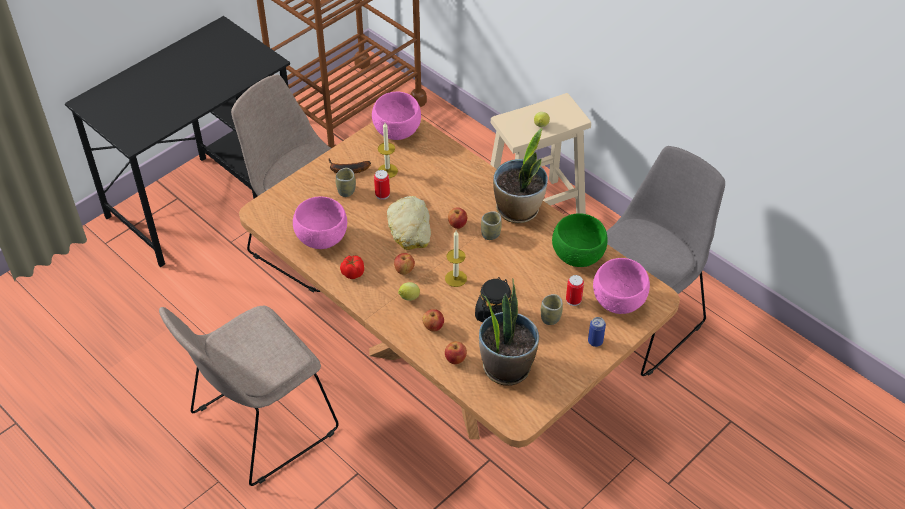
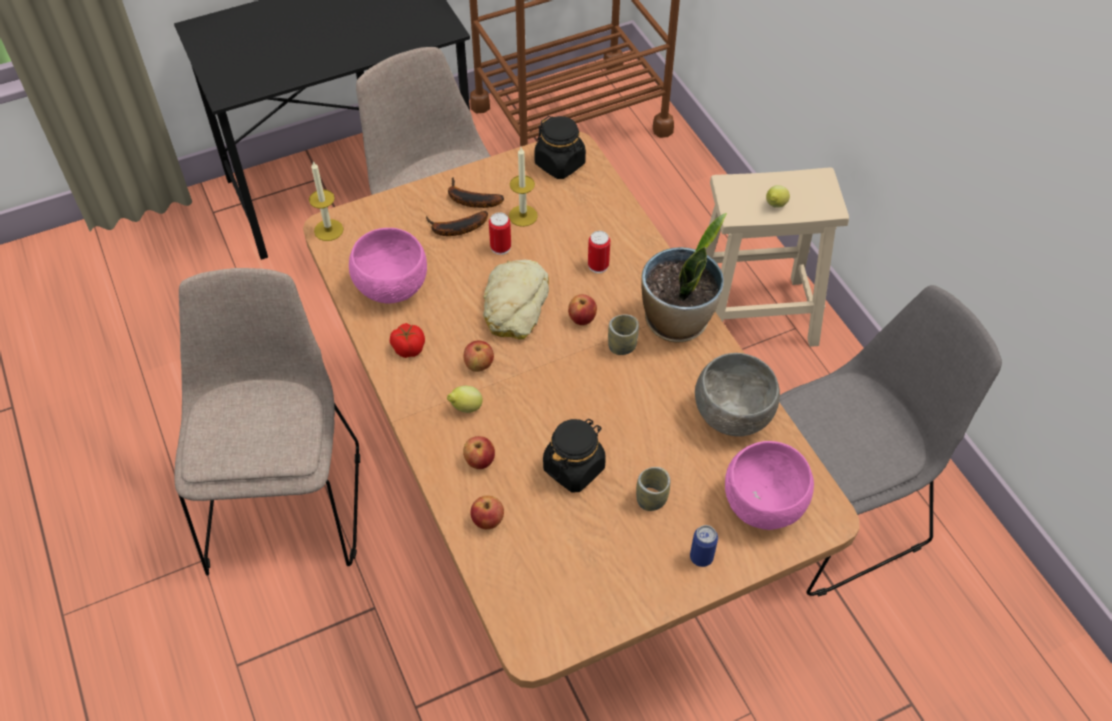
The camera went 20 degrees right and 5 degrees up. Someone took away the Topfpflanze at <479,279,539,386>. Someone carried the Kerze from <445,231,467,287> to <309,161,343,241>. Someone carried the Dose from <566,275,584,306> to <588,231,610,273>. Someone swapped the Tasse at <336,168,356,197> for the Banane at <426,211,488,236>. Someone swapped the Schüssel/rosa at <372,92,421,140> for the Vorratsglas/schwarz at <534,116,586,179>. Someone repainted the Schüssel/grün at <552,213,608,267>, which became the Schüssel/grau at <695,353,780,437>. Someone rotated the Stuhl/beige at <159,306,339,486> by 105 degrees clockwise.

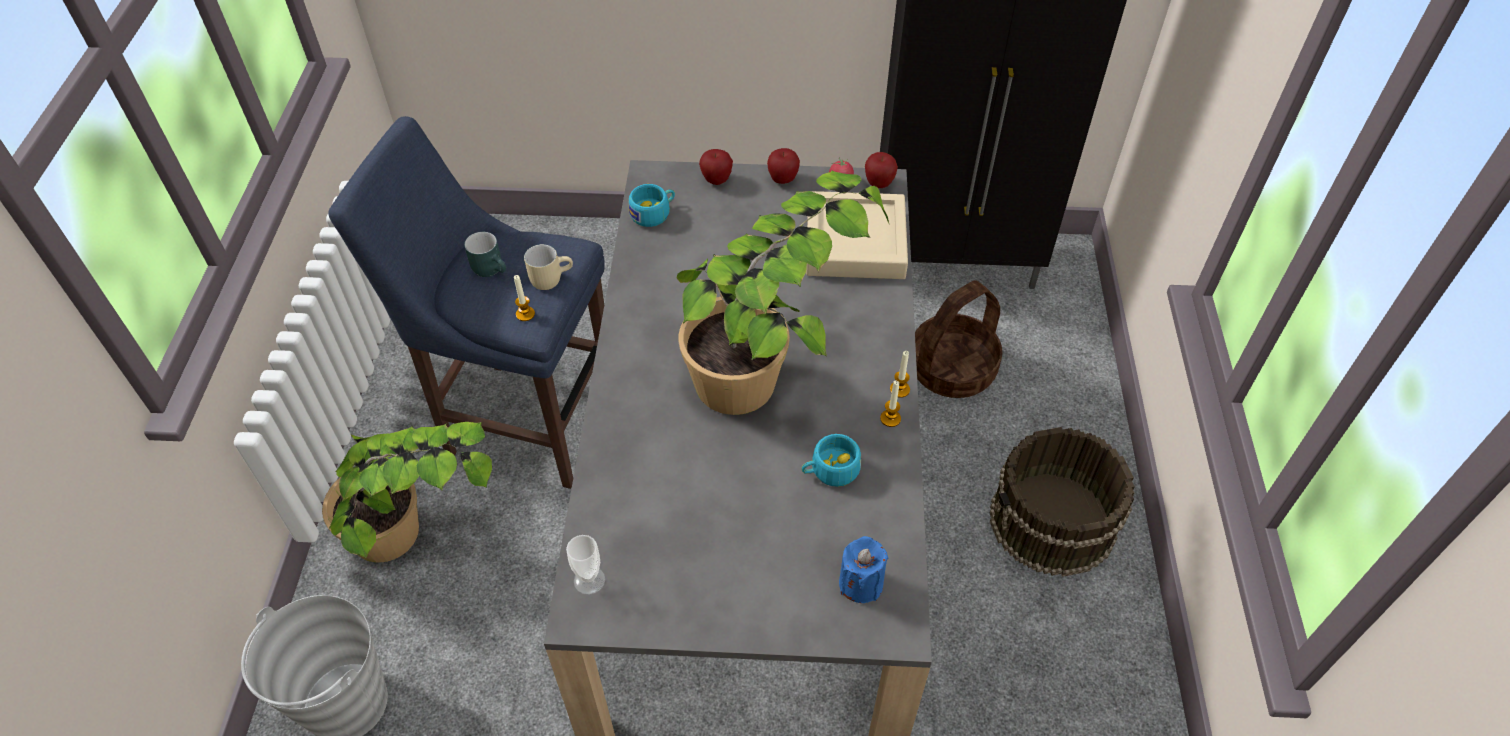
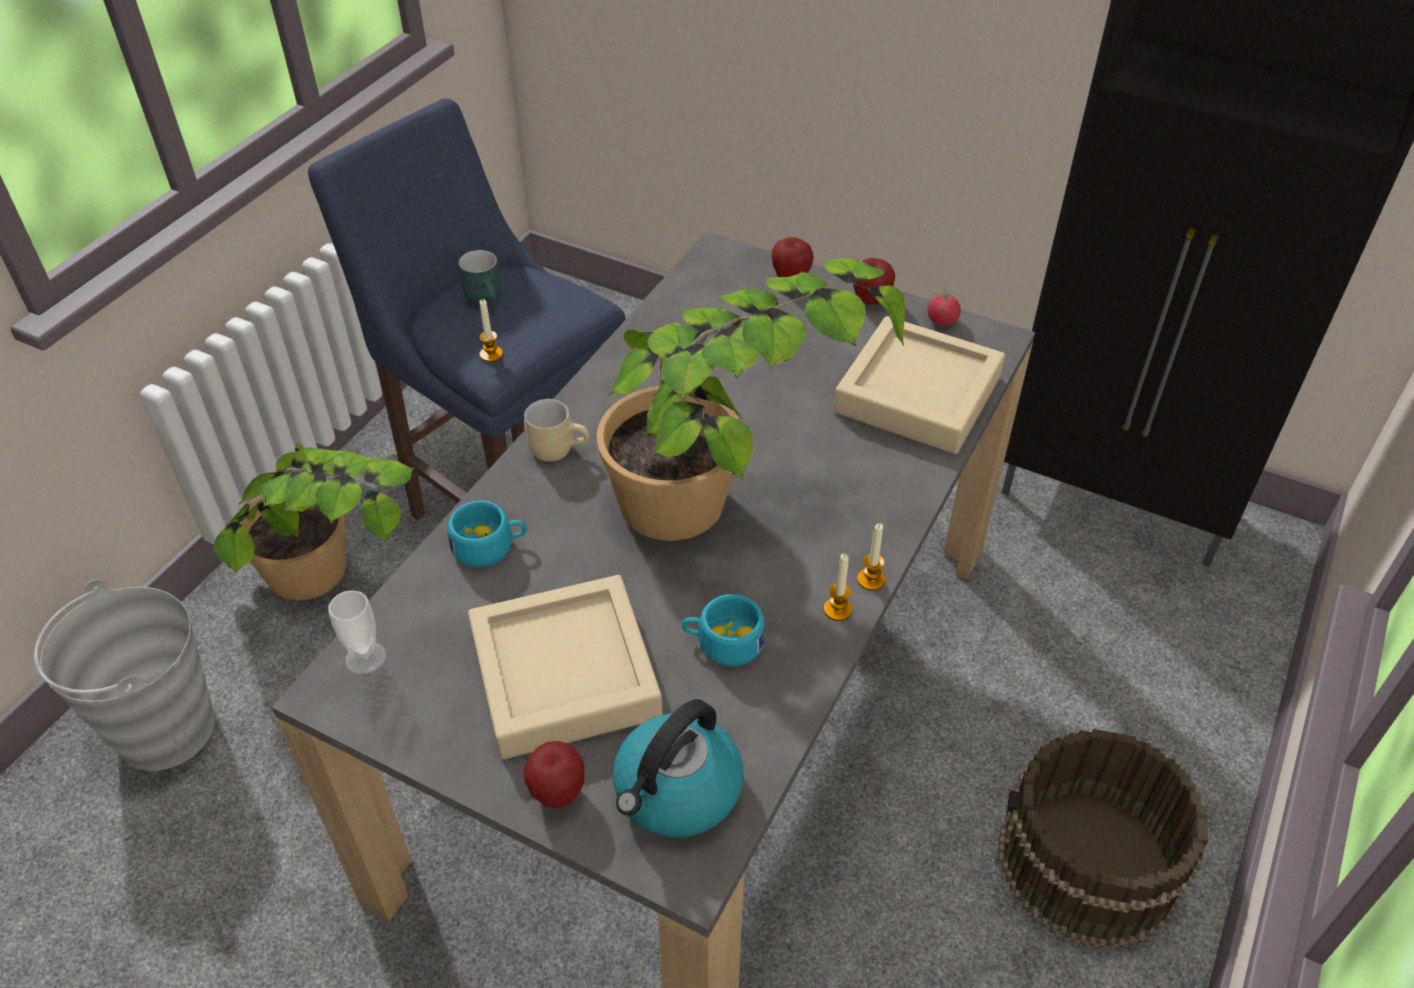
The camera went 25 degrees right and 5 degrees down. Someone took away the Korb at <915,281,1003,398>. Someone put down the Tablett/beige at <468,575,663,759>. Someone carried the Henkelbecher/beige from <524,244,573,290> to <524,399,589,462>. Someone carried the Tasse/türkis from <629,184,675,227> to <448,501,527,567>. Someone carried the Apfel from <865,152,898,188> to <524,741,584,808>. Someone swapped the Kerze/blau at <839,536,888,603> for the Wasserkessel at <613,699,744,837>.

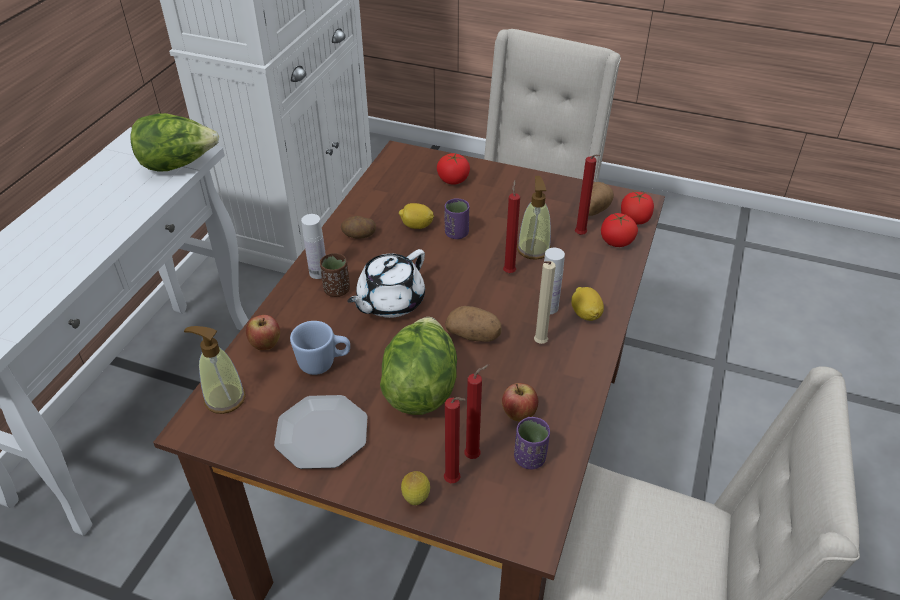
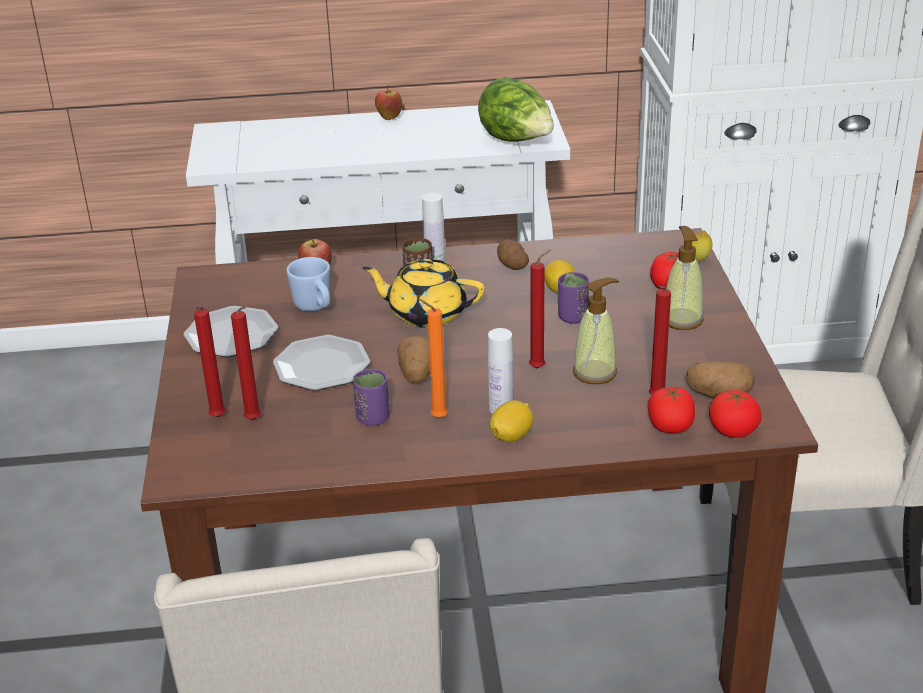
The camera went 65 degrees right and 10 degrees down. Someone carried the Seifenspender from <184,326,246,414> to <666,226,704,330>. Someone carried the Zitrone from <401,471,430,505> to <692,230,713,262>. Someone carried the Apfel from <502,383,539,421> to <375,85,402,120>. Someone carried the Tasse/lila from <514,417,550,469> to <353,369,390,426>. Someone swapped the Salatkopf at <380,317,457,415> for the Teller at <273,335,370,391>. Someone repainted the Teekanne/weiß at <347,249,425,318>, which became the Teekanne/gelb at <362,259,484,328>. Someone repainted the Kerze/beige at <534,261,556,344>, which became the Kerze/orange at <419,299,448,418>.

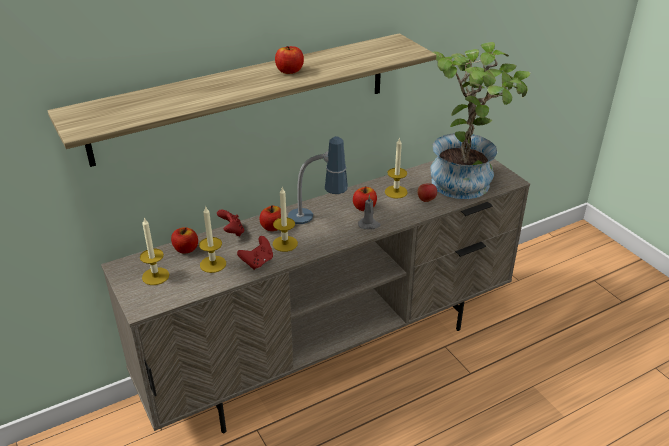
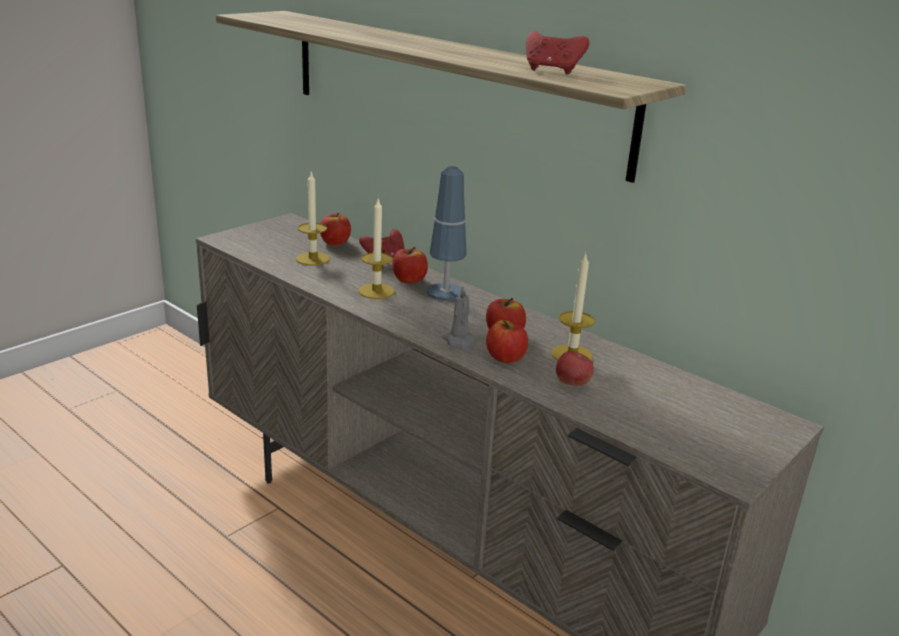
The camera went 70 degrees right and 10 degrees down. Someone took away the Kerze at <140,217,169,285>. Someone took away the Topfpflanze at <430,42,531,199>. Someone carried the Gamepad/rot from <237,236,273,270> to <526,31,589,75>. Someone carried the Apfel from <275,46,304,74> to <486,320,528,363>.

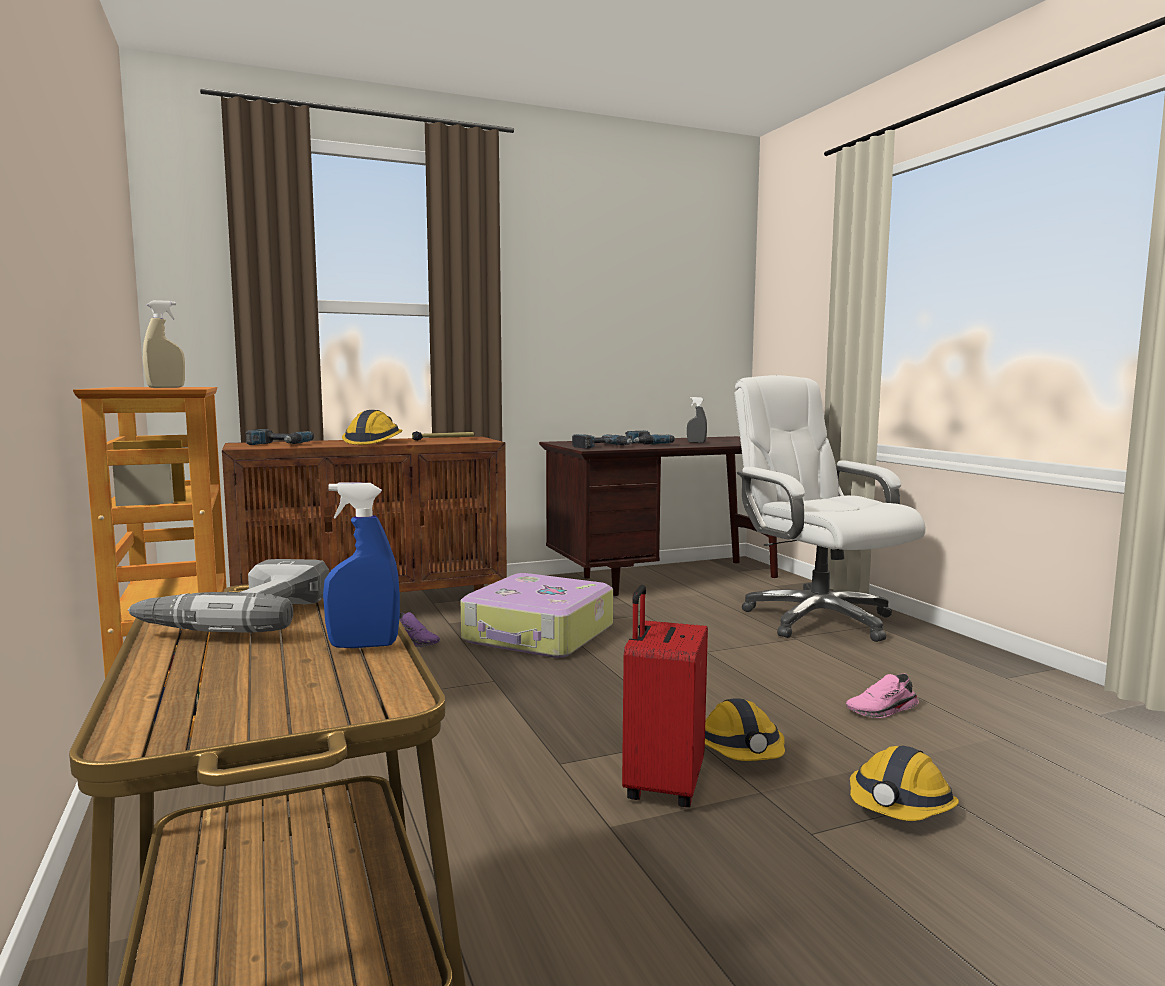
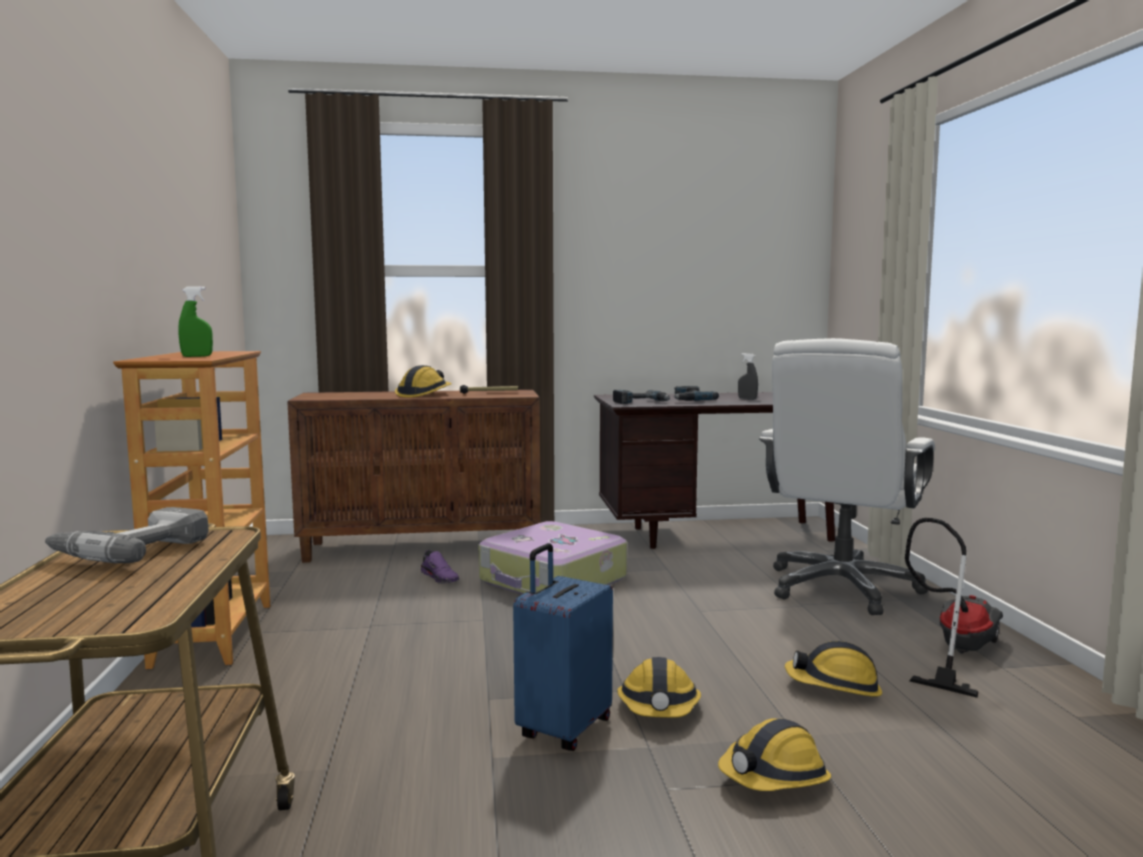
The camera went 15 degrees right and 0 degrees up. Someone took away the Bohrmaschine at <245,429,314,445>. Someone took away the Sprühflasche/blau at <323,483,400,648>. Someone put down the Staubsauger at <905,518,1003,698>. Someone swapped the Schuh/rosa at <846,674,919,718> for the Schutzhelm at <785,641,882,697>. Someone repainted the Sprühflasche/beige at <143,300,185,388>, which became the Sprühflasche/grün at <178,286,213,357>. Someone repainted the Koffer/rot at <622,585,708,807>, which became the Koffer/blau at <513,543,613,751>. Someone rotated the Bürostuhl/weiß at <735,375,926,642> by 135 degrees counterclockwise.

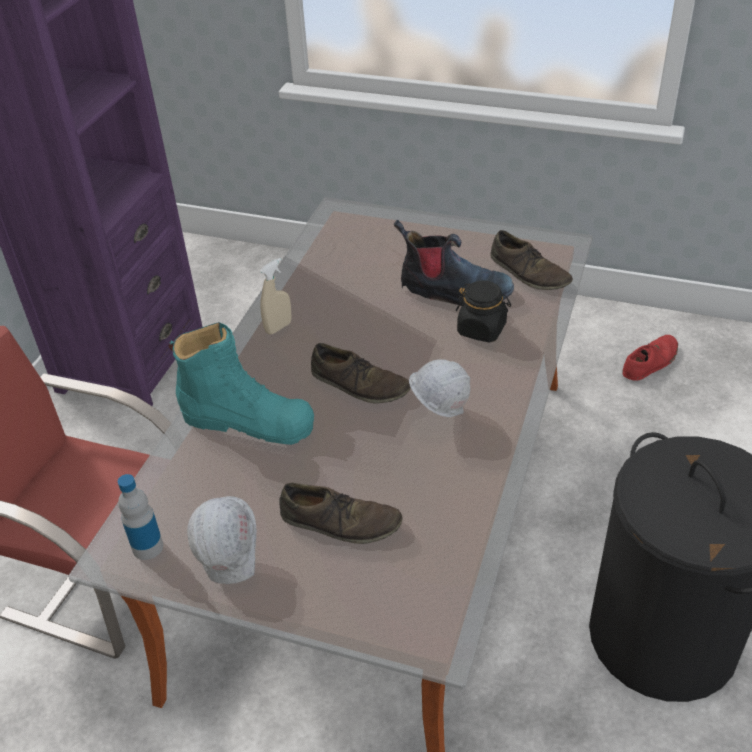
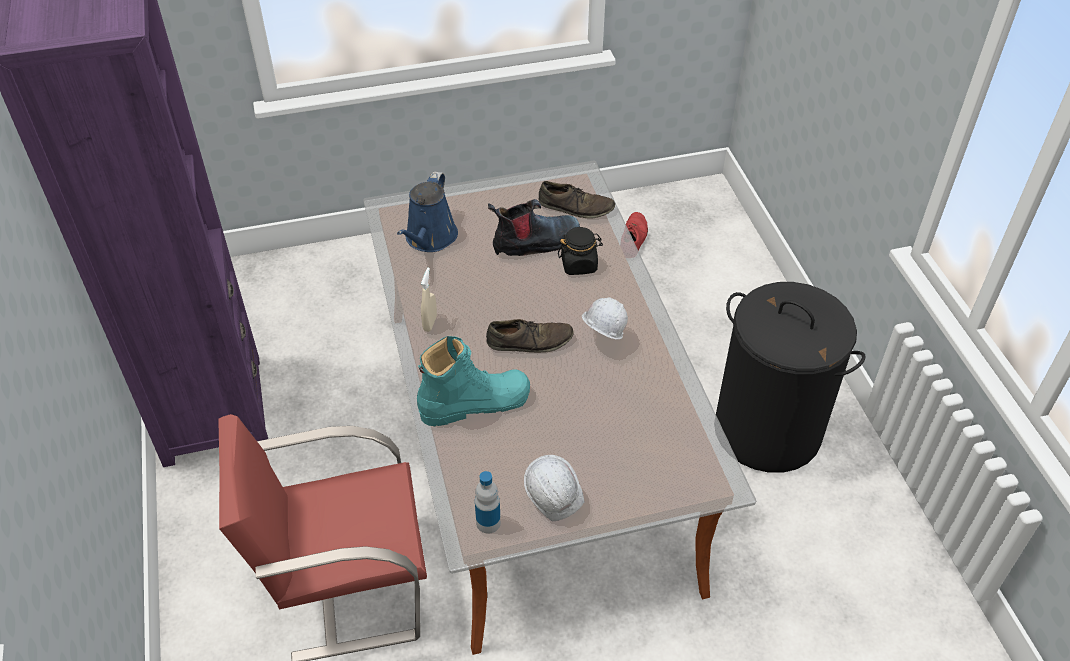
The camera went 35 degrees left and 5 degrees up. Someone took away the Schuh/braun at <279,483,403,544>. Someone put down the Gießkanne/blau at <397,172,458,252>.

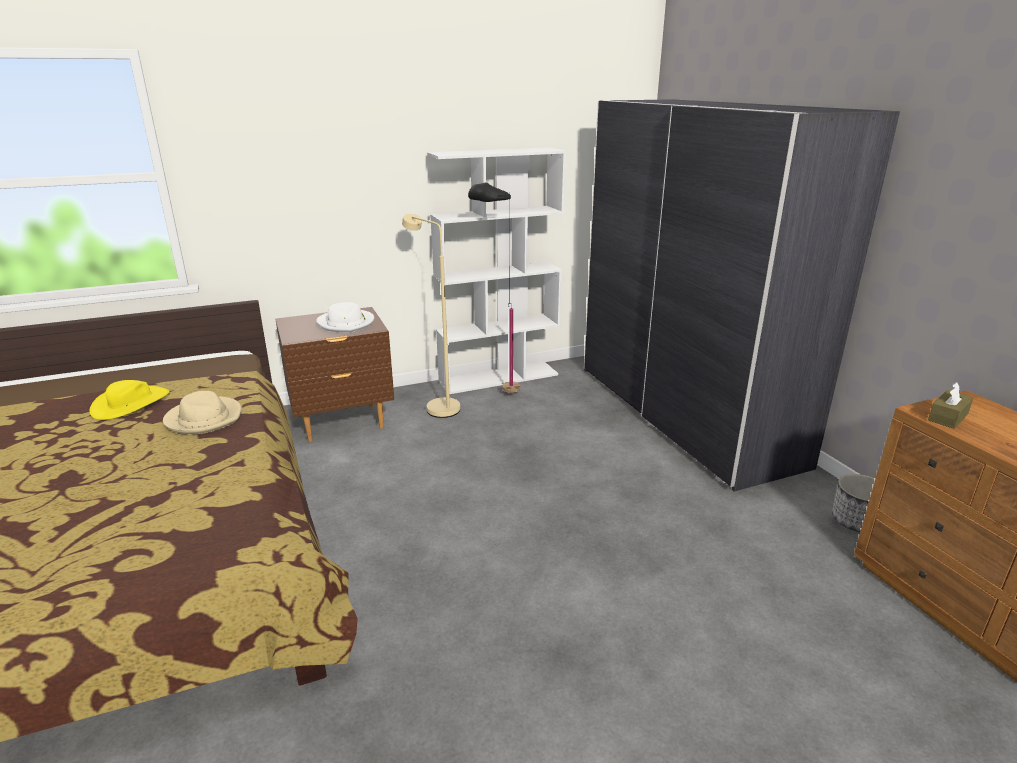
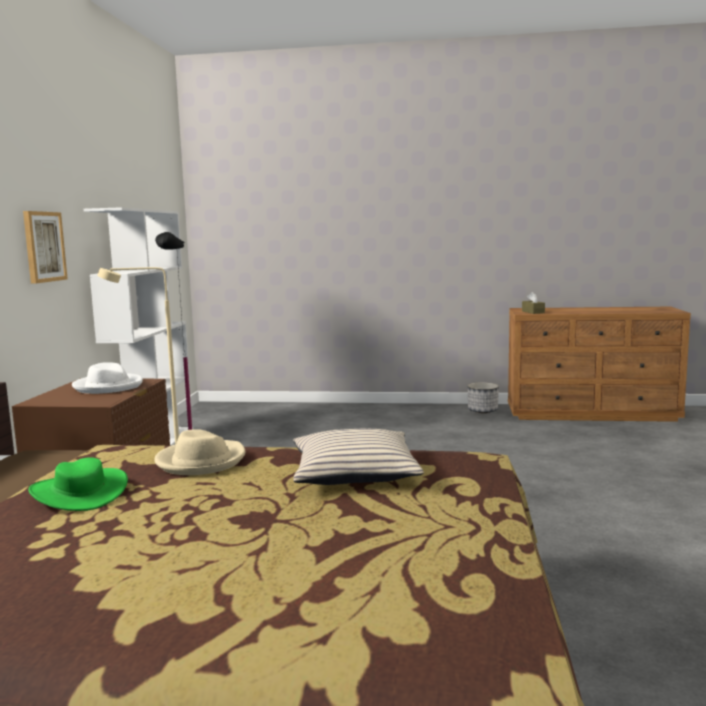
The camera went 60 degrees left and 15 degrees down. Someone took away the Kleiderschrank/grau at <584,99,900,491>. Someone put up the Bild at <23,211,68,284>. Someone put down the Kissen/beige at <293,429,424,485>. Someone repainted the Hut/gelb at <90,380,170,420>, which became the Hut/grün at <28,457,128,511>.

